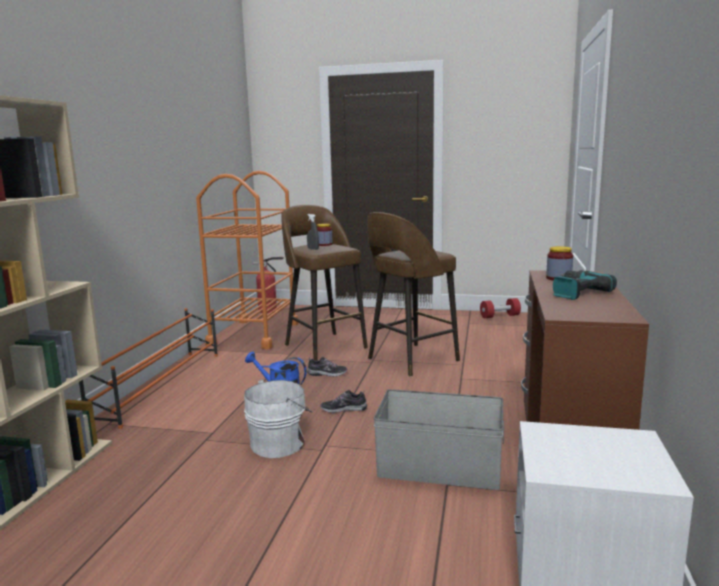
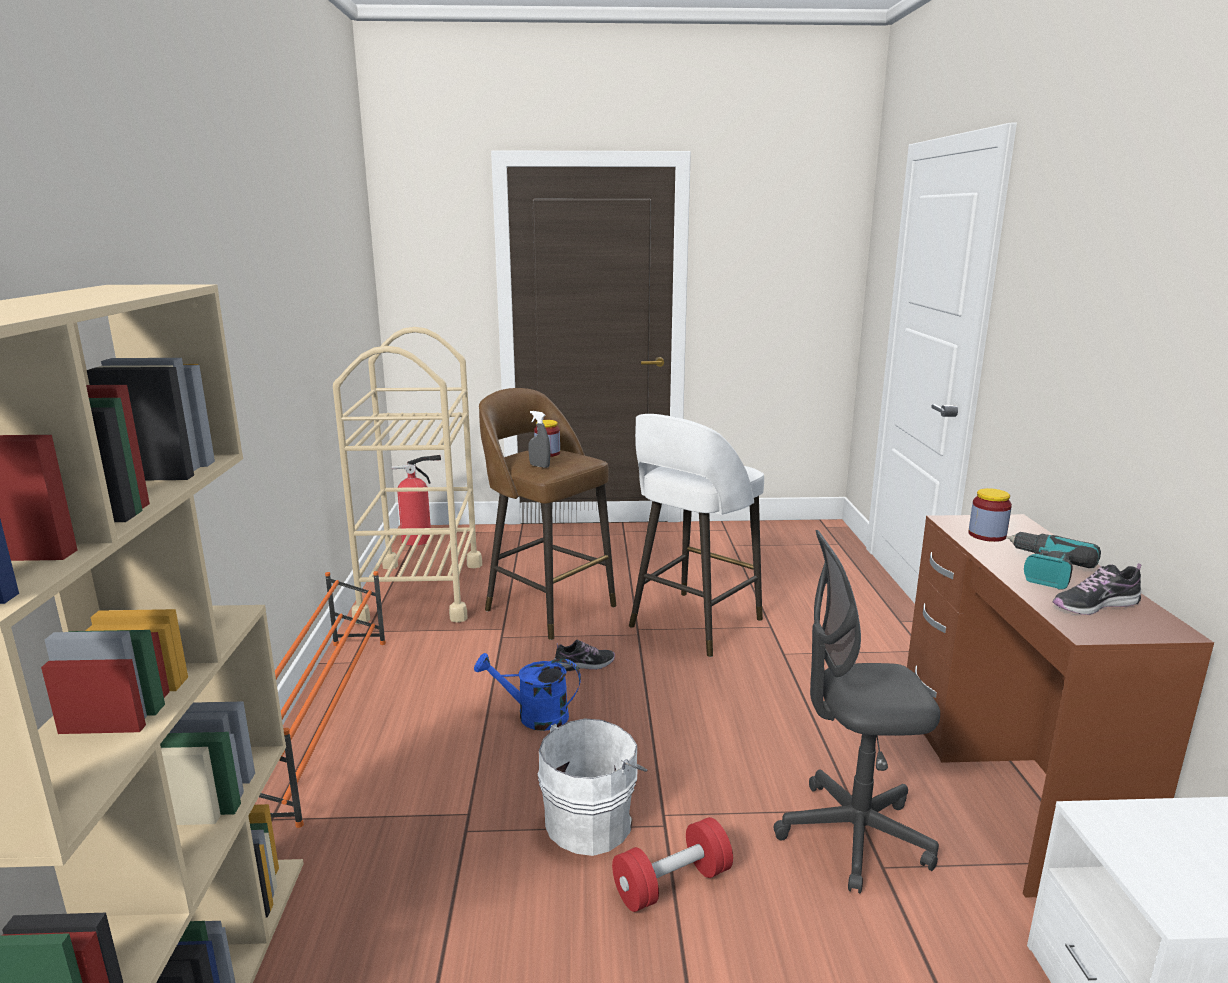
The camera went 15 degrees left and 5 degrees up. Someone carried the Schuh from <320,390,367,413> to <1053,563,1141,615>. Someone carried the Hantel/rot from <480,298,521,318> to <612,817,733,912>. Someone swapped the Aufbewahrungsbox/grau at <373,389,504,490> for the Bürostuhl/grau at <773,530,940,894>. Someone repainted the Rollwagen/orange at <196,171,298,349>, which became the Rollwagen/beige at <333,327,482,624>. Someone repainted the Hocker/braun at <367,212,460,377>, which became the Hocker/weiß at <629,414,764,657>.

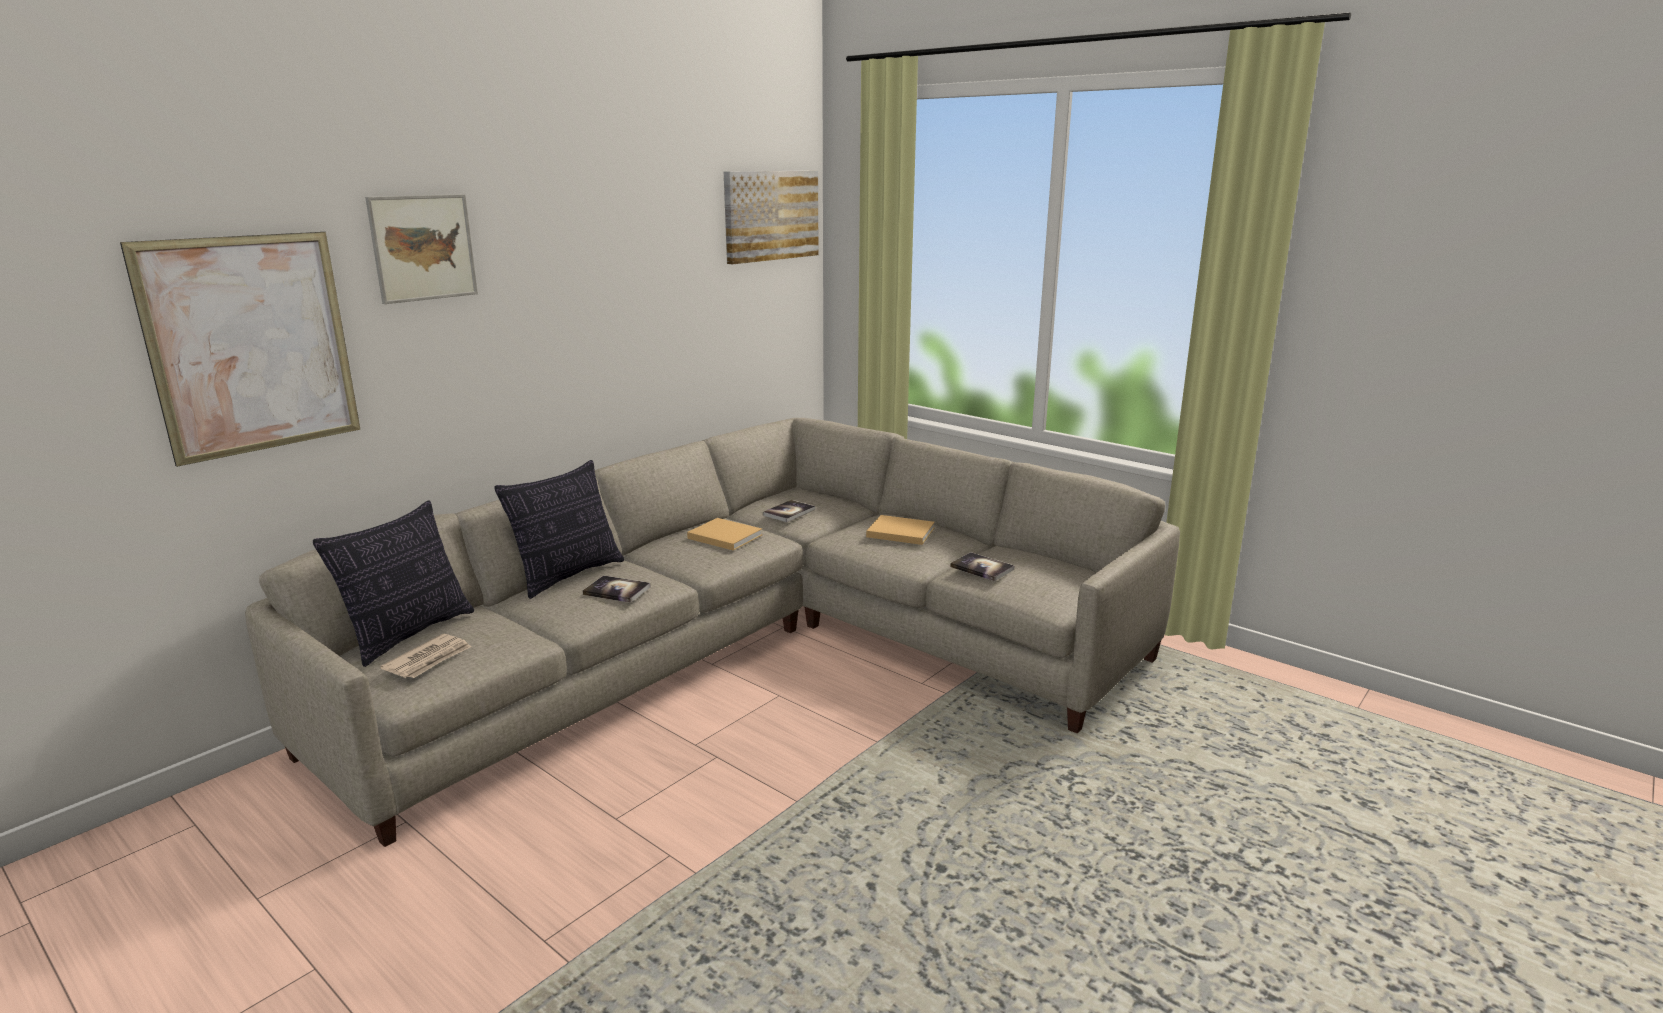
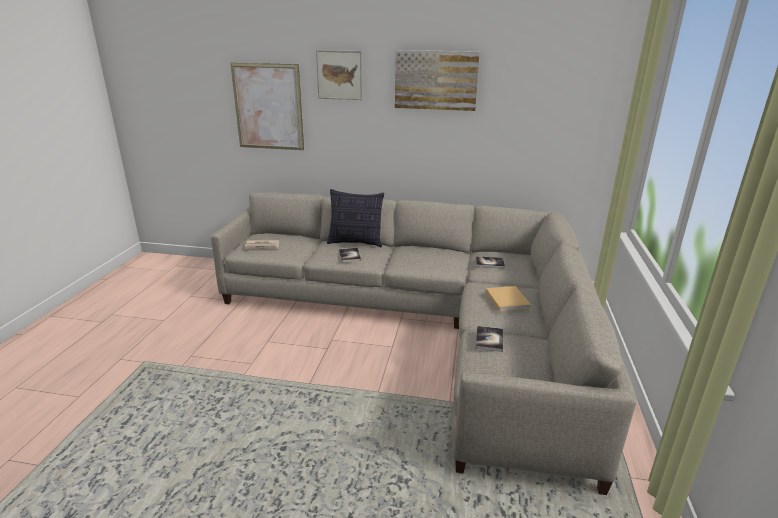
The camera went 60 degrees right and 5 degrees up. Someone took away the Kissen at <313,501,474,667>. Someone took away the Buch/beige at <687,518,762,551>. Someone carried the Bild from <724,171,819,264> to <395,50,480,111>.

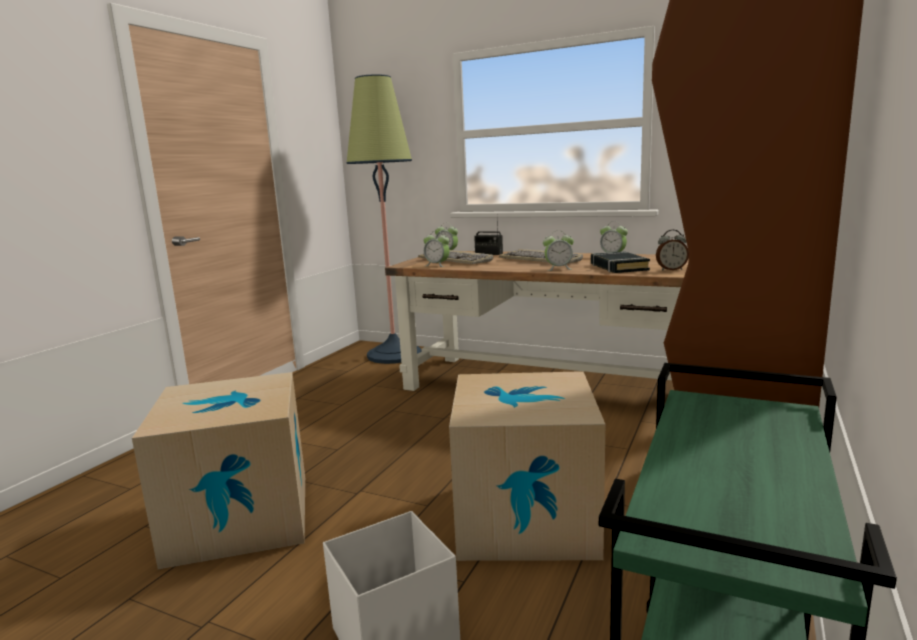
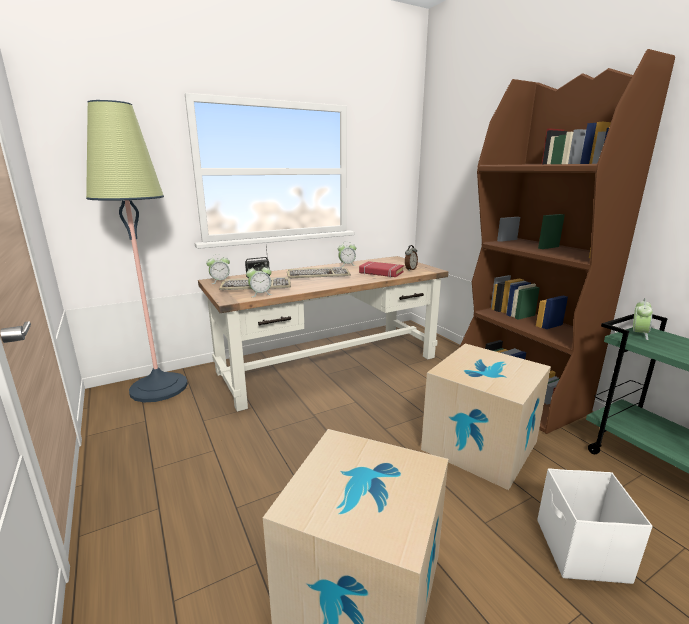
The camera went 55 degrees left and 5 degrees up. Someone carried the Wecker from <543,234,574,271> to <633,298,652,340>. Someone repainted the Buch/schwarz at <591,251,650,273>, which became the Buch/rot at <359,261,404,277>.

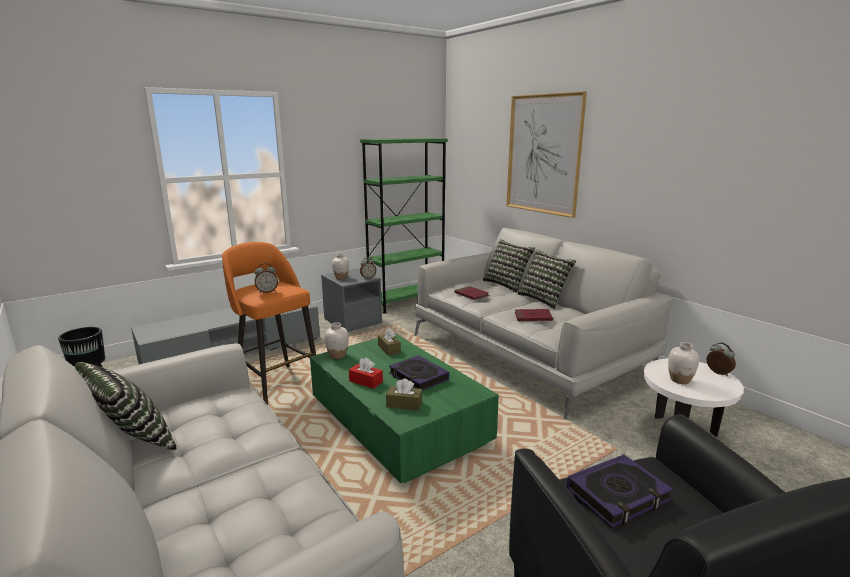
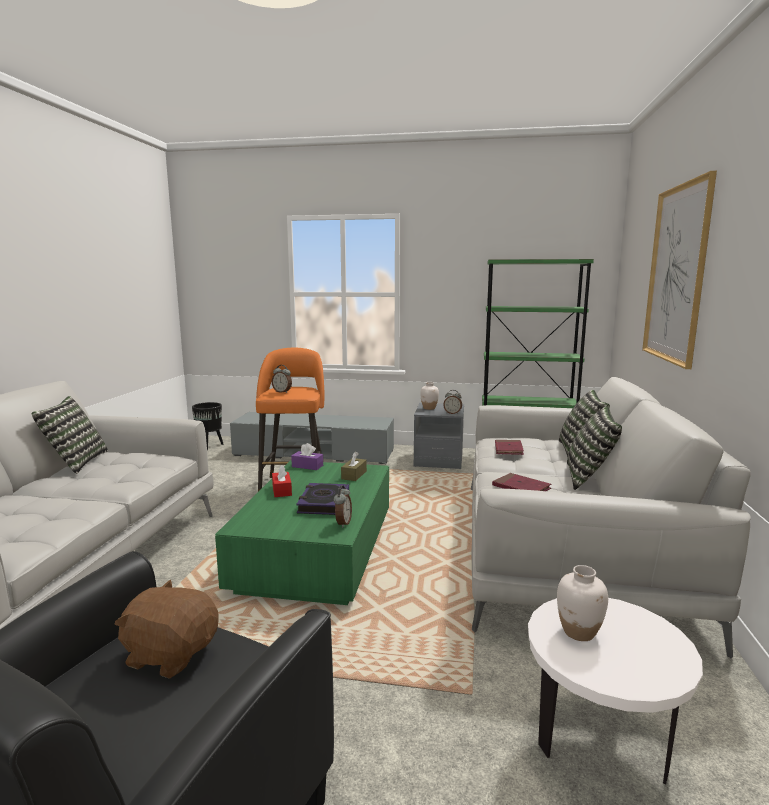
The camera went 45 degrees right and 5 degrees down. Someone took away the Taschentuchbox/braun at <386,378,422,411>. Someone carried the Wecker from <707,343,736,376> to <334,486,352,528>. Someone swapped the Vase/weiß at <325,322,349,359> for the Taschentuchbox/lila at <291,443,323,470>. Someone swapped the Buch at <567,454,673,528> for the Plüschtier/braun at <114,580,219,679>.

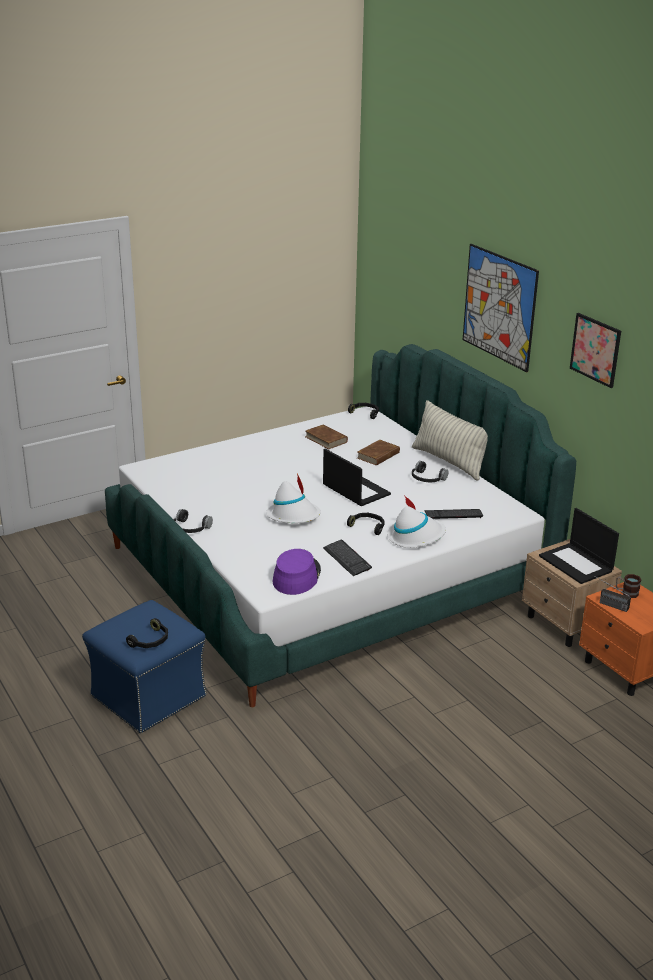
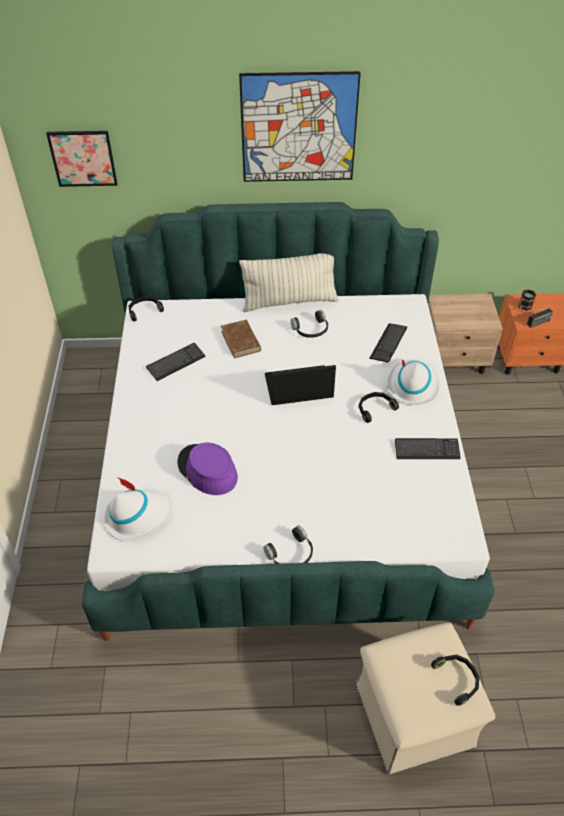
The camera went 60 degrees left and 20 degrees up. Someone took away the Laptop at <539,508,619,584>. Someone carried the Hut/weiß from <266,473,321,523> to <104,477,173,541>. Someone carried the Hut/lila from <273,549,321,595> to <177,443,238,495>. Someone carried the Bild from <570,313,621,388> to <46,131,117,187>. Someone swapped the Buch/braun at <305,424,348,449> for the Tastatur at <146,343,206,381>. Someone repainted the Polsterhocker/blau at <82,600,207,733>, which became the Polsterhocker/beige at <356,622,495,775>.

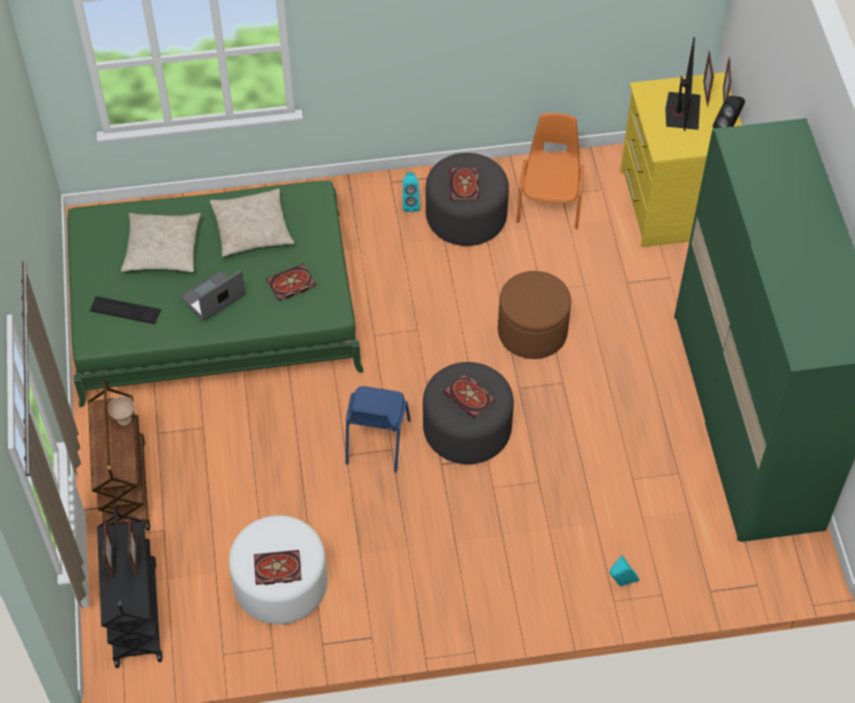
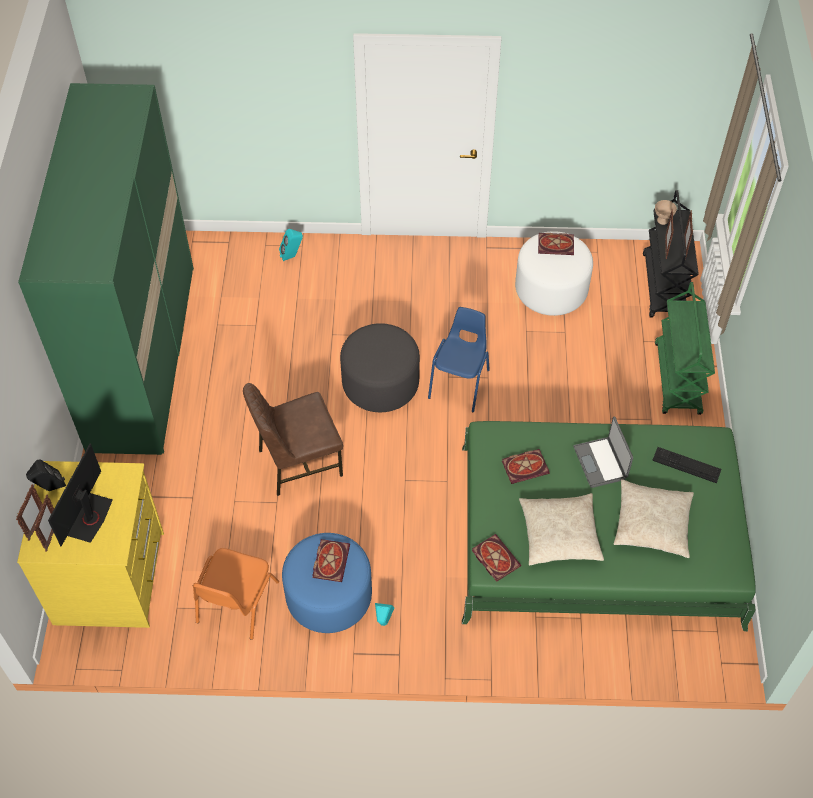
The camera went 170 degrees left and 0 degrees up. Someone carried the Schüssel/beige from <108,396,134,426> to <655,200,677,225>. Someone carried the Buch from <443,374,495,418> to <472,534,521,582>. Someone swapped the Polsterhocker/braun at <498,271,571,359> for the Stuhl/braun at <243,383,343,496>. Someone repainted the Rollwagen/braun at <88,380,151,531>, which became the Rollwagen/grün at <655,282,715,415>. Someone repainted the Polsterhocker/grau at <426,153,509,246>, which became the Polsterhocker/blau at <282,533,372,633>. Someone rotated the Laptop at <180,270,245,321> by 105 degrees clockwise.

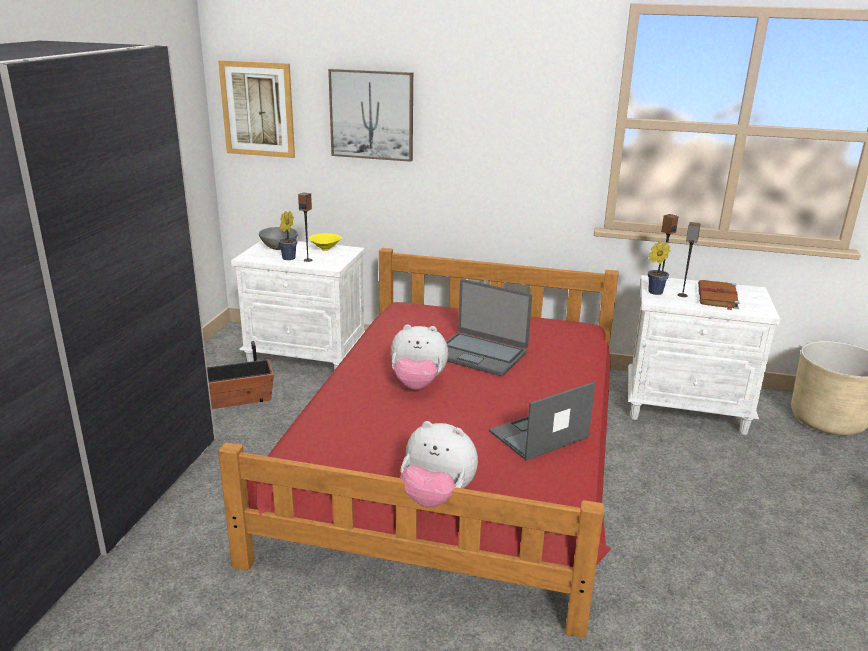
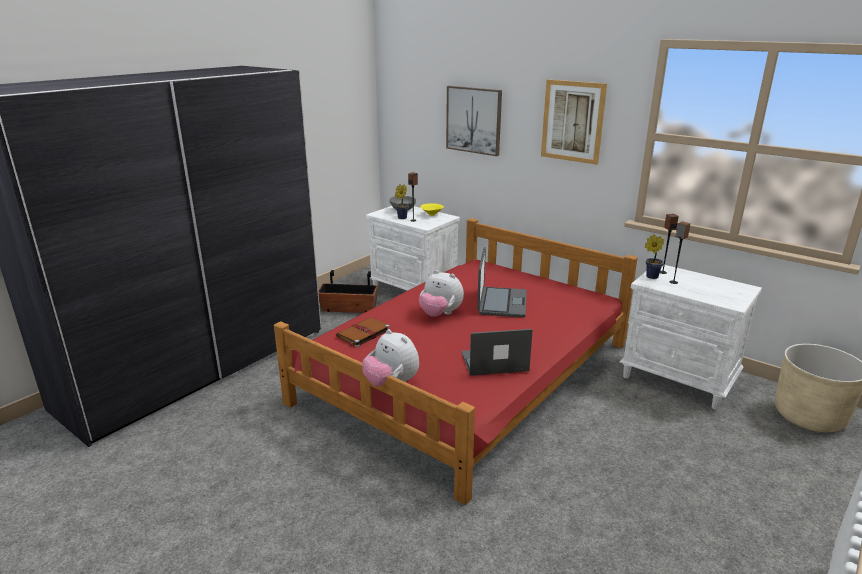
The camera went 25 degrees right and 0 degrees up. Someone carried the Bild from <218,60,295,158> to <541,79,607,165>. Someone carried the Buch/braun from <698,280,740,310> to <336,317,390,347>. Someone rotated the Laptop at <446,279,532,376> by 135 degrees counterclockwise.

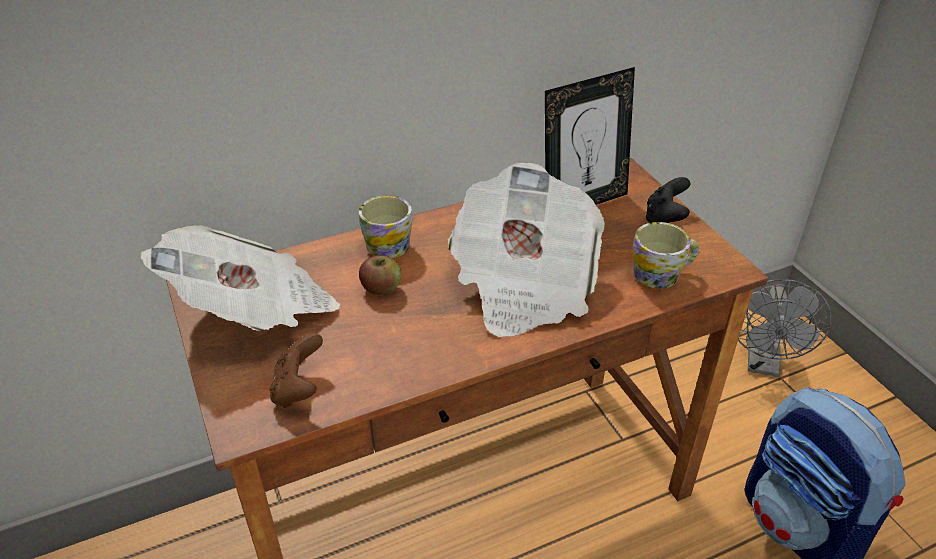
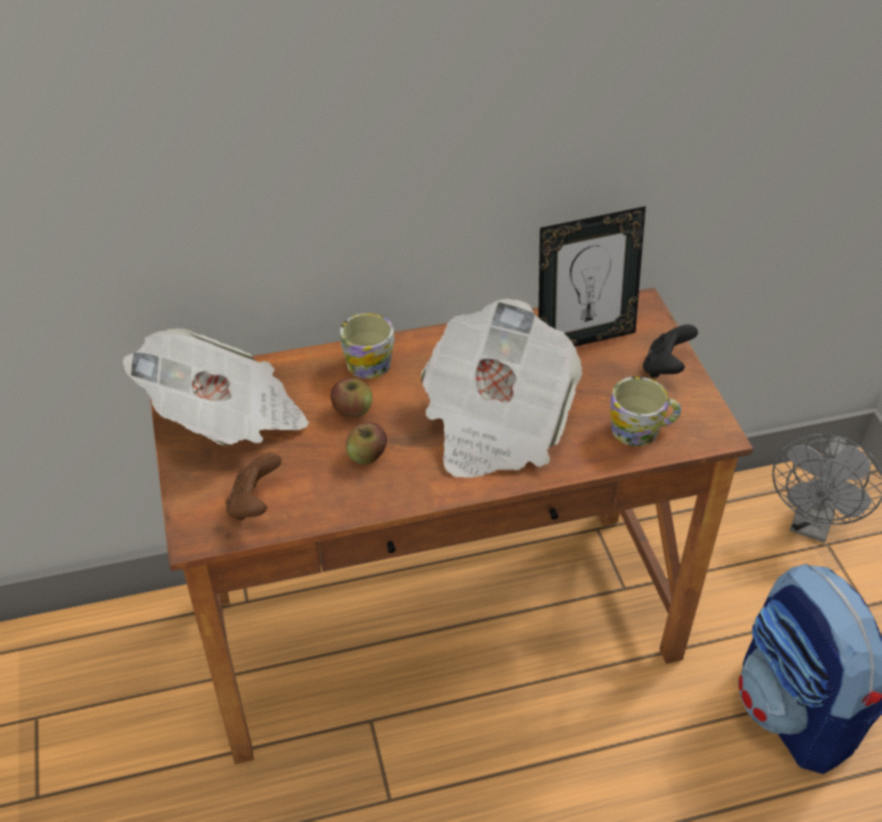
The camera went 10 degrees right and 5 degrees up. Someone put down the Apfel at <346,422,387,464>.

